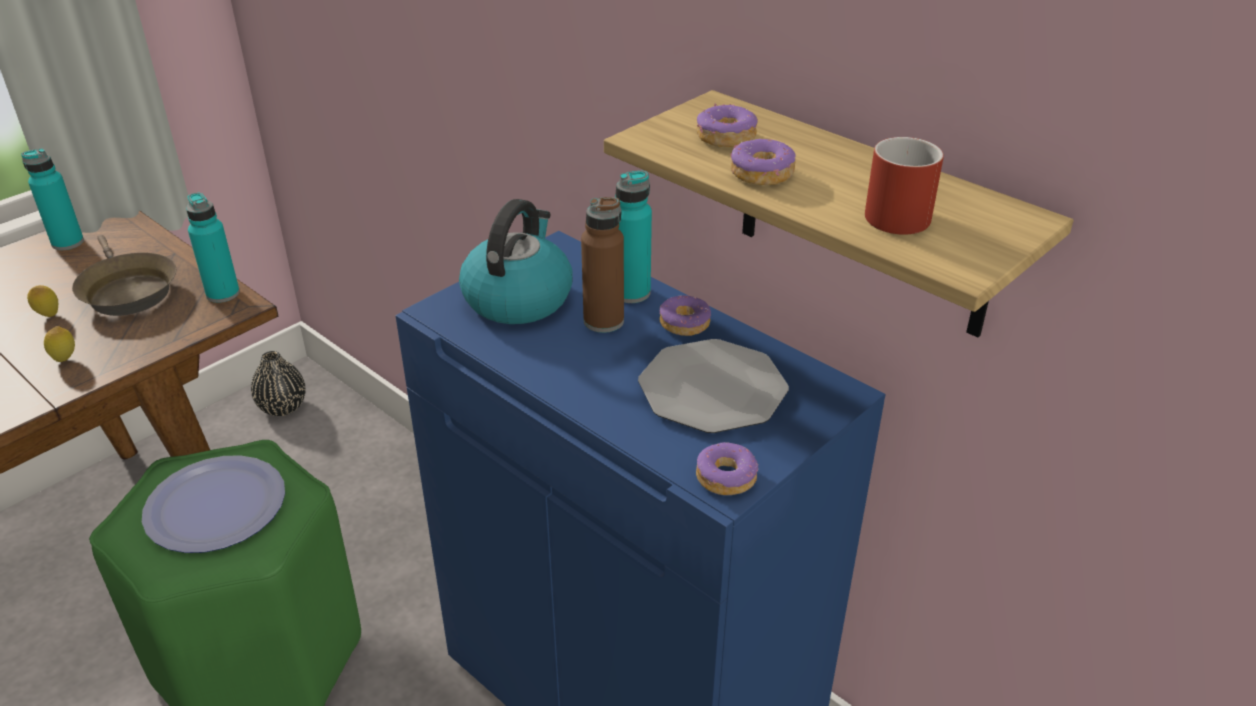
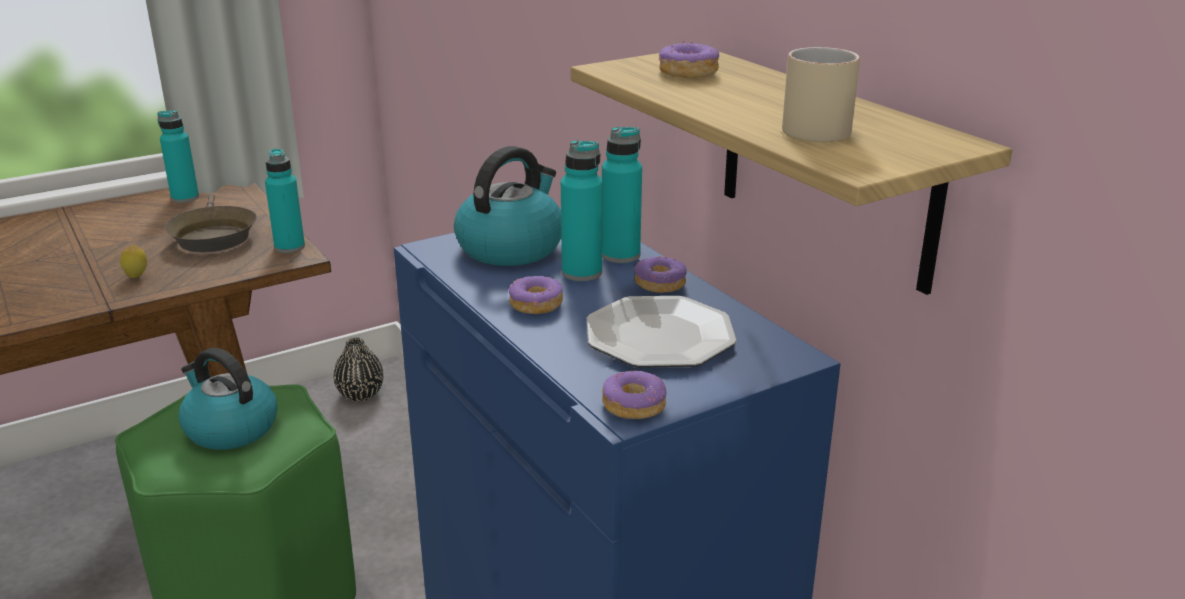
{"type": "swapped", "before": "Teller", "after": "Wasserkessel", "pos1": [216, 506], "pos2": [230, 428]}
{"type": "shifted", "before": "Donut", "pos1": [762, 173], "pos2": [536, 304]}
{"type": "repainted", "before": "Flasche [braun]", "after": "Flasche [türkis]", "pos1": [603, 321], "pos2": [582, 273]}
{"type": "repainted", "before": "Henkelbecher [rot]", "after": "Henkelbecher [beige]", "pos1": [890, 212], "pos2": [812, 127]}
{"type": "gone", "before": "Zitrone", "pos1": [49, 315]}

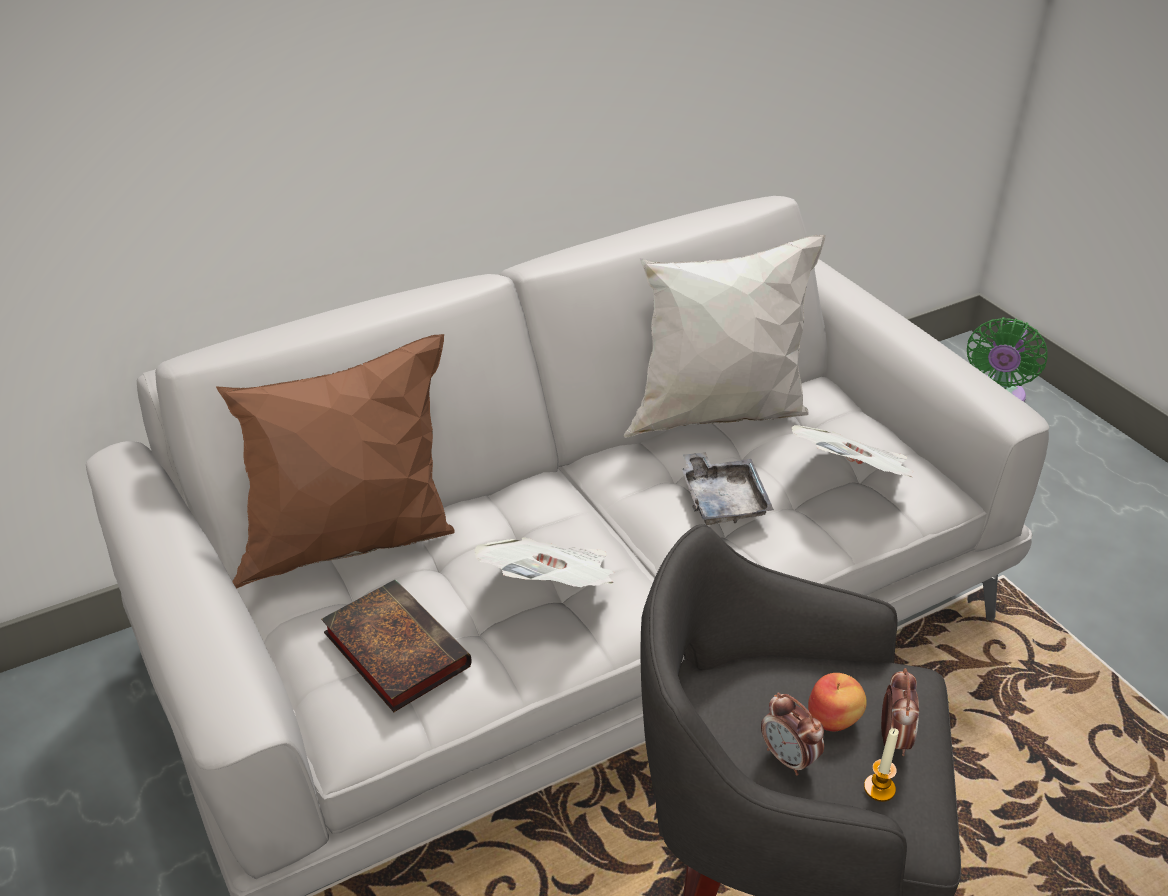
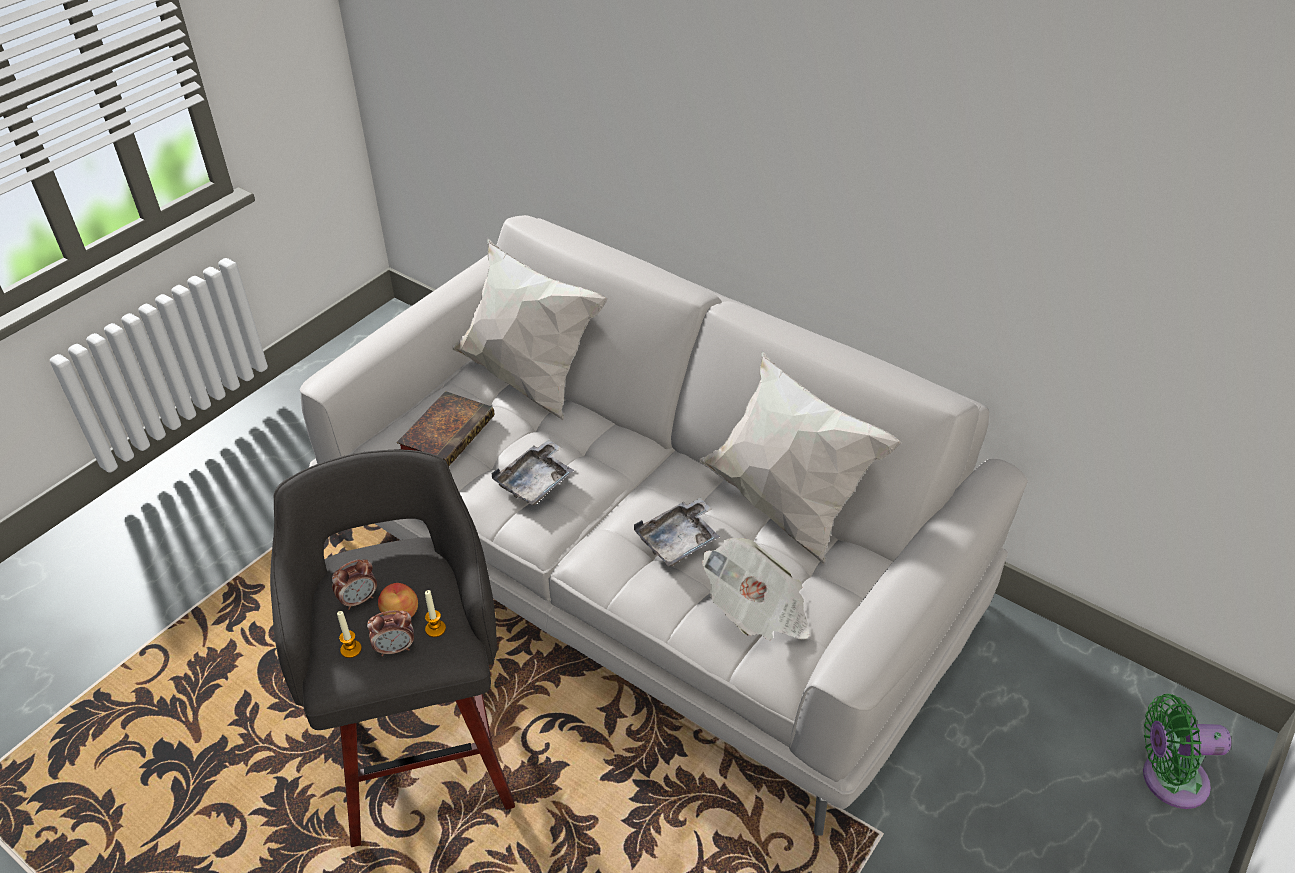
{"type": "rotated", "before": "Wecker", "pos1": [788, 758], "pos2": [359, 599], "turn": -150}
{"type": "new", "after": "Kerze", "pos2": [435, 629]}
{"type": "repainted", "before": "Kissen [braun]", "after": "Kissen [weiß]", "pos1": [353, 544], "pos2": [527, 382]}
{"type": "swapped", "before": "Zeitung", "after": "Tablett [grau]", "pos1": [552, 588], "pos2": [536, 482]}

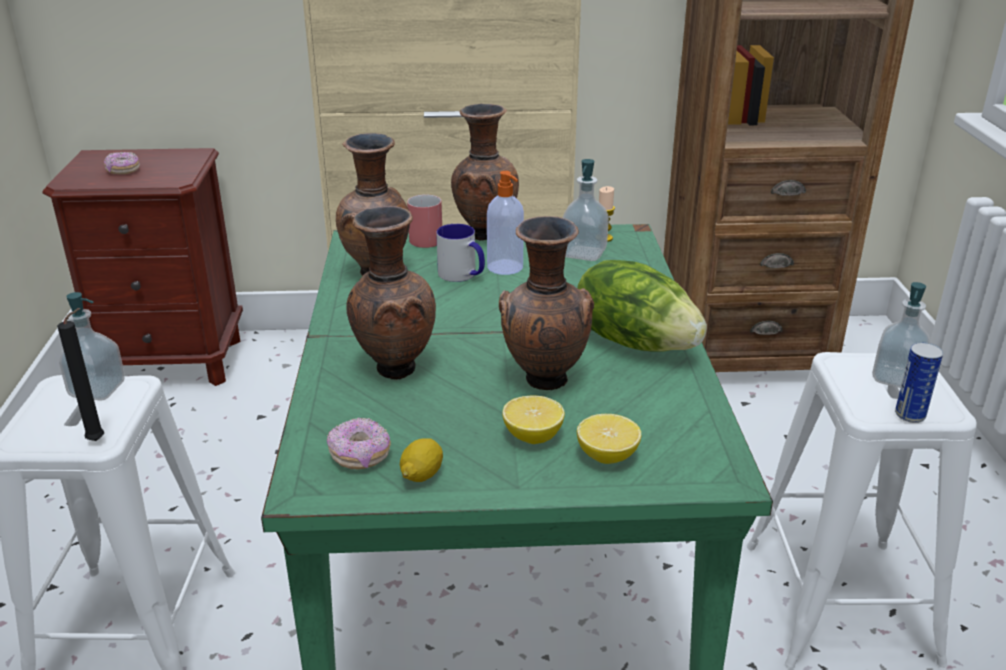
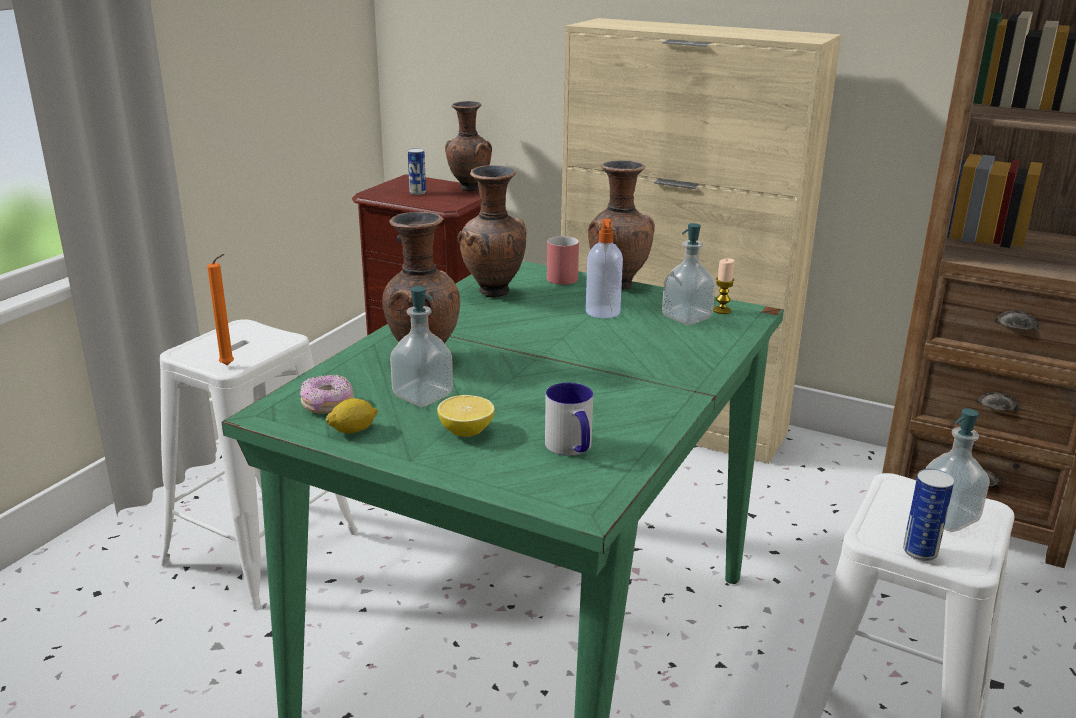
{"type": "repainted", "before": "Kerze [schwarz]", "after": "Kerze [orange]", "pos1": [99, 440], "pos2": [229, 365]}
{"type": "shifted", "before": "Seifenspender", "pos1": [97, 390], "pos2": [422, 396]}
{"type": "swapped", "before": "Donut", "after": "Dose", "pos1": [123, 170], "pos2": [417, 192]}
{"type": "shifted", "before": "Vase [braun]", "pos1": [543, 382], "pos2": [468, 189]}
{"type": "shifted", "before": "Henkelbecher", "pos1": [462, 275], "pos2": [572, 448]}
{"type": "gone", "before": "Salatkopf", "pos1": [635, 341]}
{"type": "gone", "before": "Zitrone", "pos1": [607, 456]}

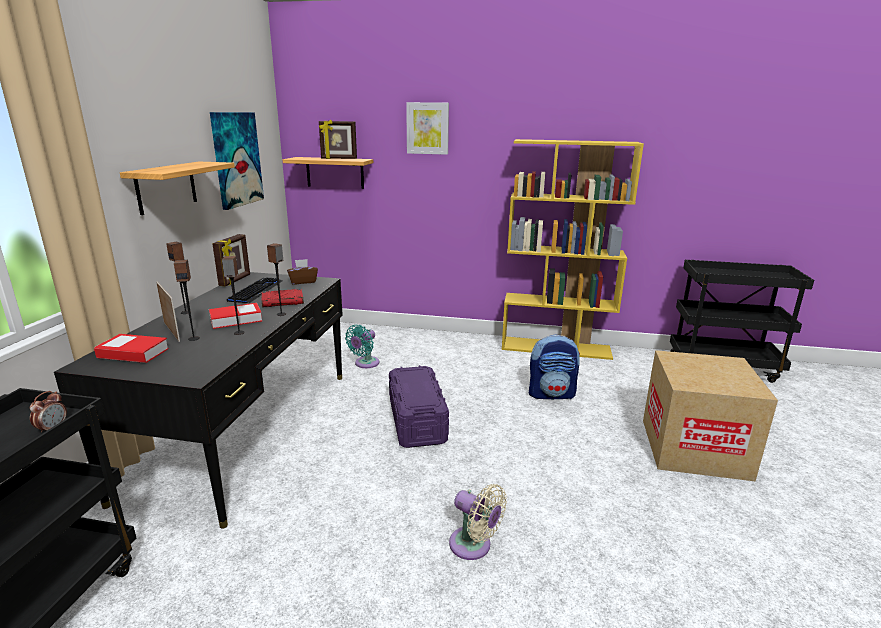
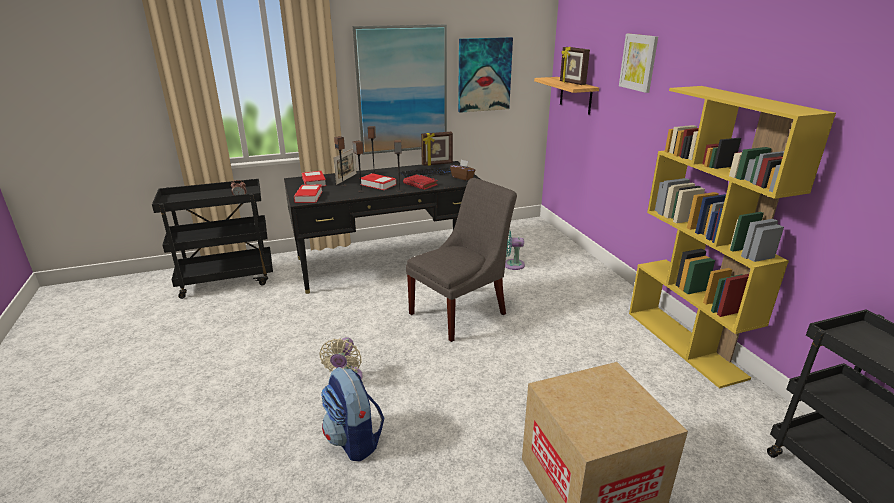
{"type": "new", "after": "Buch", "pos2": [308, 196]}
{"type": "shifted", "before": "Rucksack", "pos1": [551, 394], "pos2": [354, 440]}
{"type": "swapped", "before": "Wandregal", "after": "Bild", "pos1": [166, 187], "pos2": [402, 90]}
{"type": "swapped", "before": "Aufbewahrungsbox [lila]", "after": "Stuhl [grau]", "pos1": [417, 420], "pos2": [461, 312]}

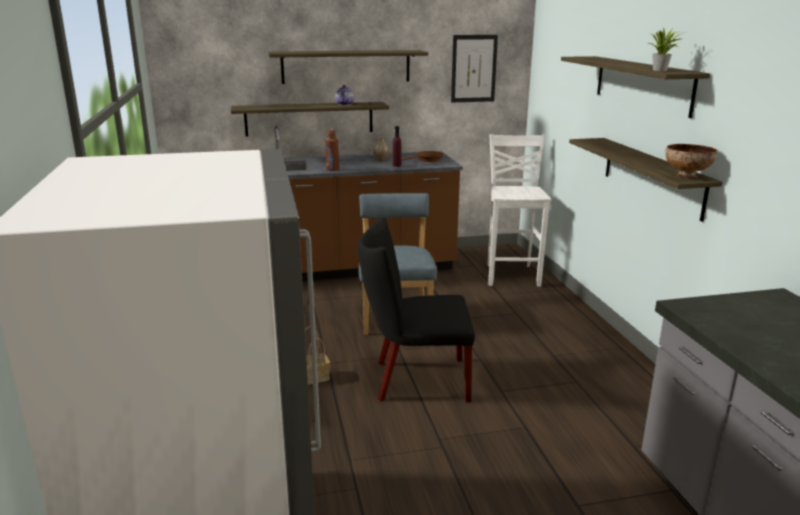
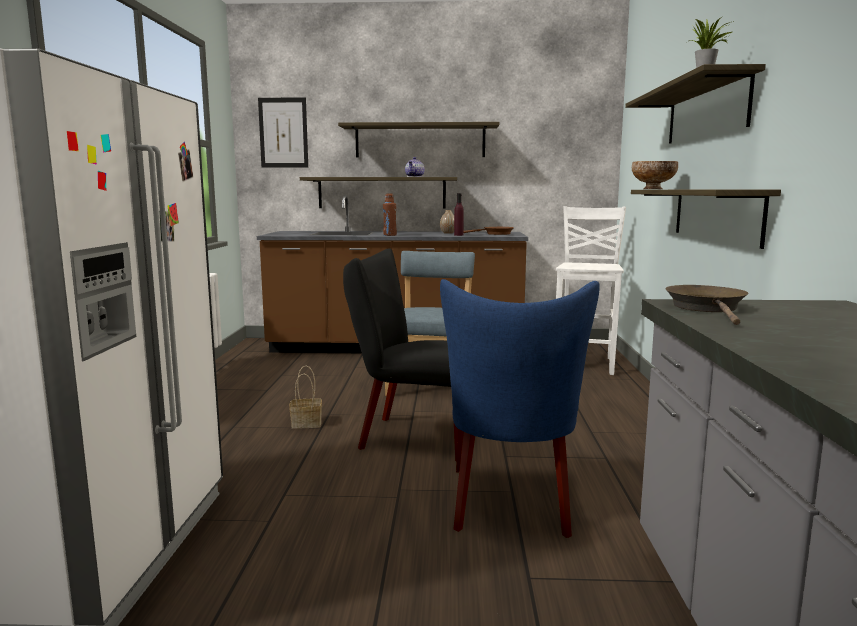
{"type": "shifted", "before": "Bild", "pos1": [473, 68], "pos2": [283, 133]}
{"type": "new", "after": "Stuhl [blau]", "pos2": [511, 505]}
{"type": "shifted", "before": "Schüssel", "pos1": [686, 176], "pos2": [652, 189]}
{"type": "new", "after": "Pfanne [braun]", "pos2": [707, 308]}

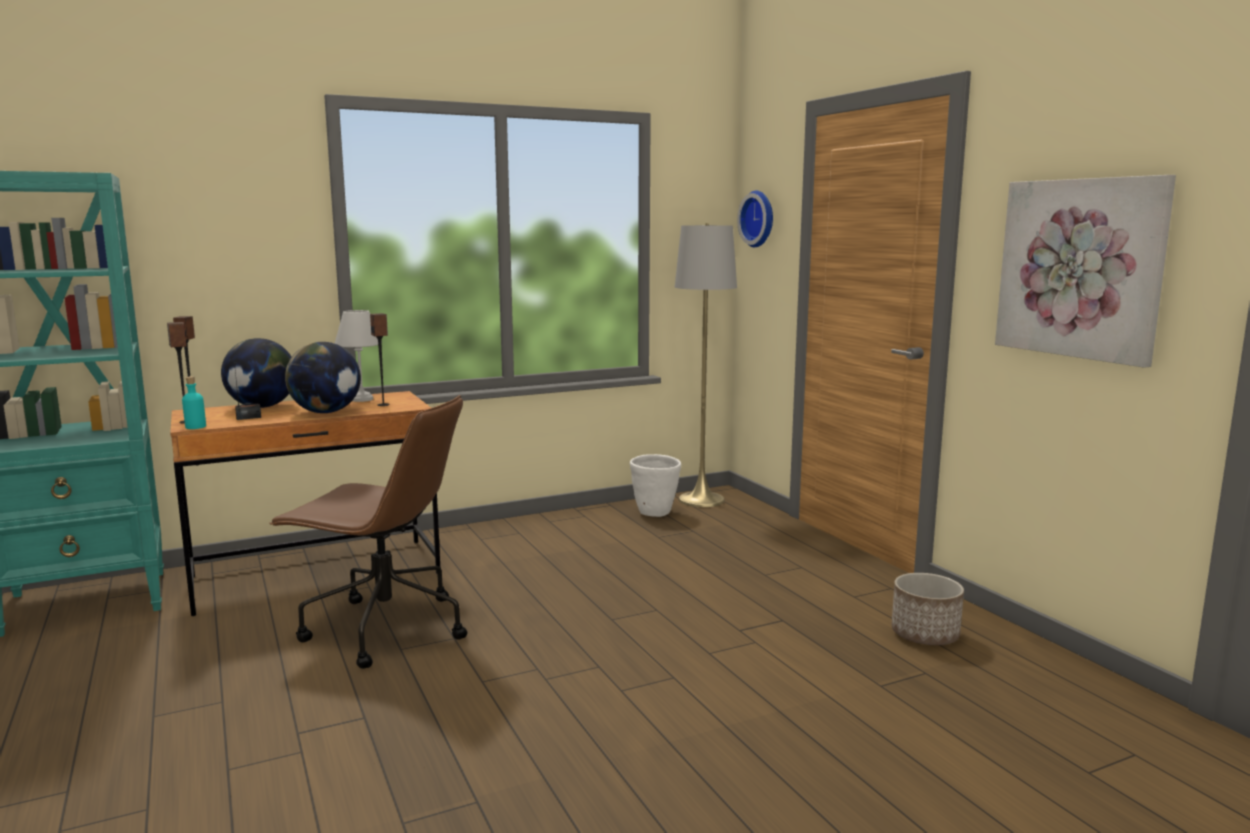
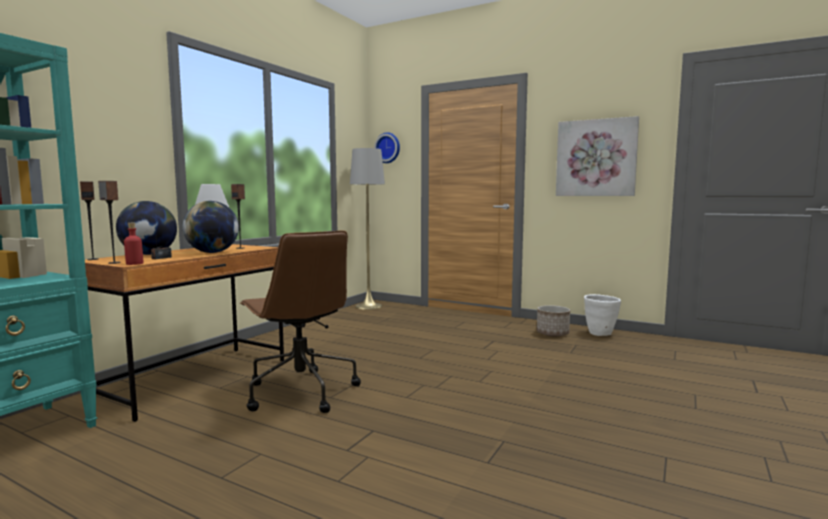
{"type": "repainted", "before": "Flasche [türkis]", "after": "Flasche [rot]", "pos1": [195, 427], "pos2": [134, 263]}
{"type": "rotated", "before": "Bürostuhl [braun]", "pos1": [383, 629], "pos2": [300, 391], "turn": 75}
{"type": "shifted", "before": "Pflanzkübel [weiß]", "pos1": [655, 513], "pos2": [600, 334]}

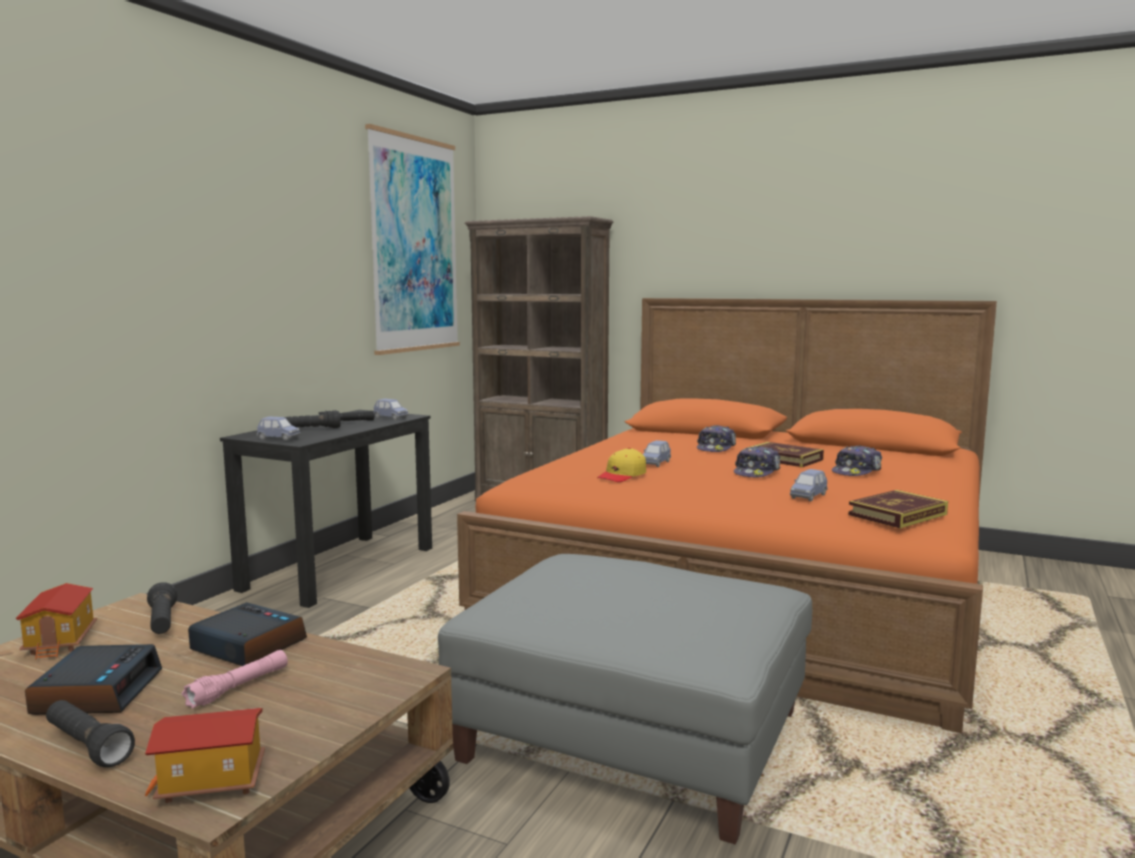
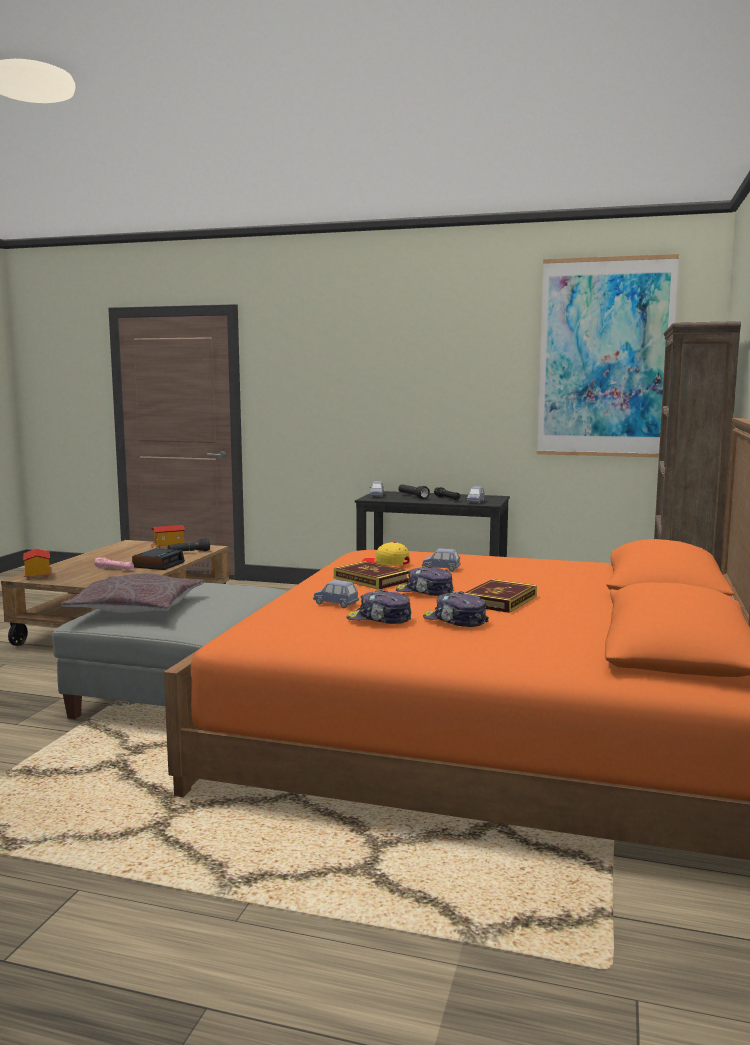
{"type": "new", "after": "Kissen [grau]", "pos2": [137, 608]}
{"type": "shifted", "before": "Buch", "pos1": [897, 514], "pos2": [371, 579]}
{"type": "shifted", "before": "Kappe", "pos1": [716, 448], "pos2": [379, 619]}
{"type": "gone", "before": "Wecker", "pos1": [97, 692]}
{"type": "gone", "before": "Taschenlampe [schwarz]", "pos1": [87, 747]}

